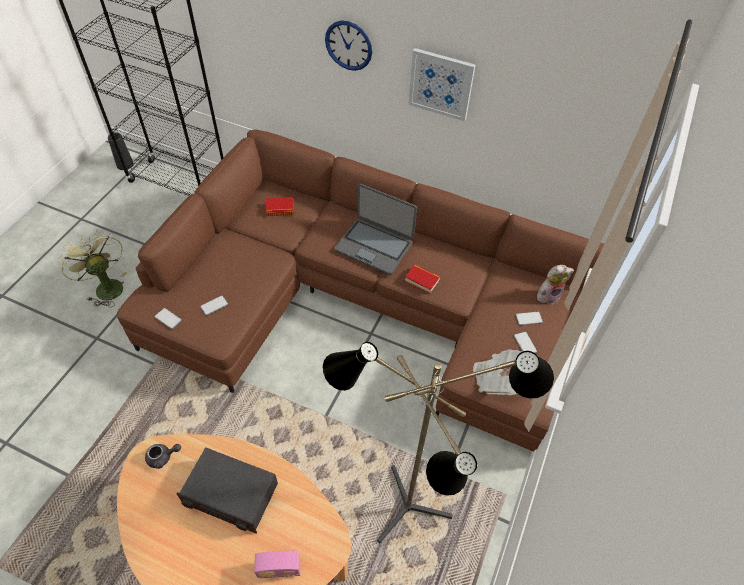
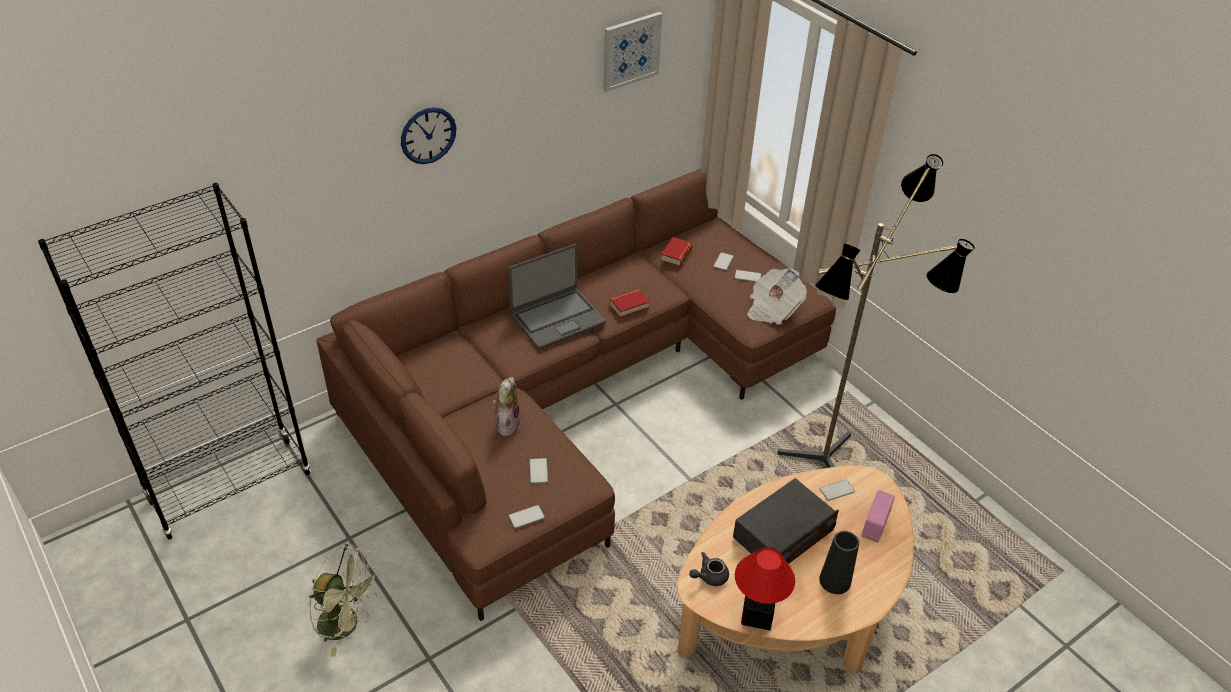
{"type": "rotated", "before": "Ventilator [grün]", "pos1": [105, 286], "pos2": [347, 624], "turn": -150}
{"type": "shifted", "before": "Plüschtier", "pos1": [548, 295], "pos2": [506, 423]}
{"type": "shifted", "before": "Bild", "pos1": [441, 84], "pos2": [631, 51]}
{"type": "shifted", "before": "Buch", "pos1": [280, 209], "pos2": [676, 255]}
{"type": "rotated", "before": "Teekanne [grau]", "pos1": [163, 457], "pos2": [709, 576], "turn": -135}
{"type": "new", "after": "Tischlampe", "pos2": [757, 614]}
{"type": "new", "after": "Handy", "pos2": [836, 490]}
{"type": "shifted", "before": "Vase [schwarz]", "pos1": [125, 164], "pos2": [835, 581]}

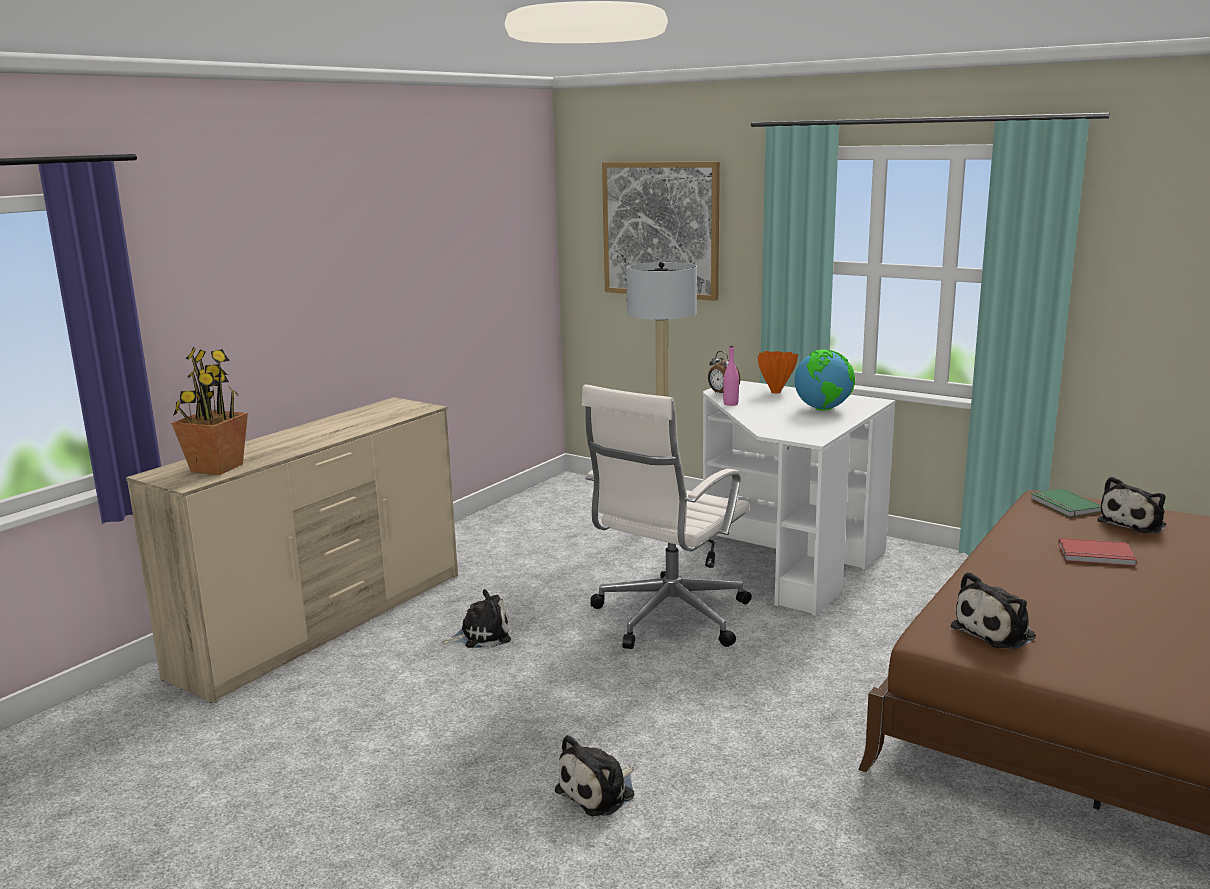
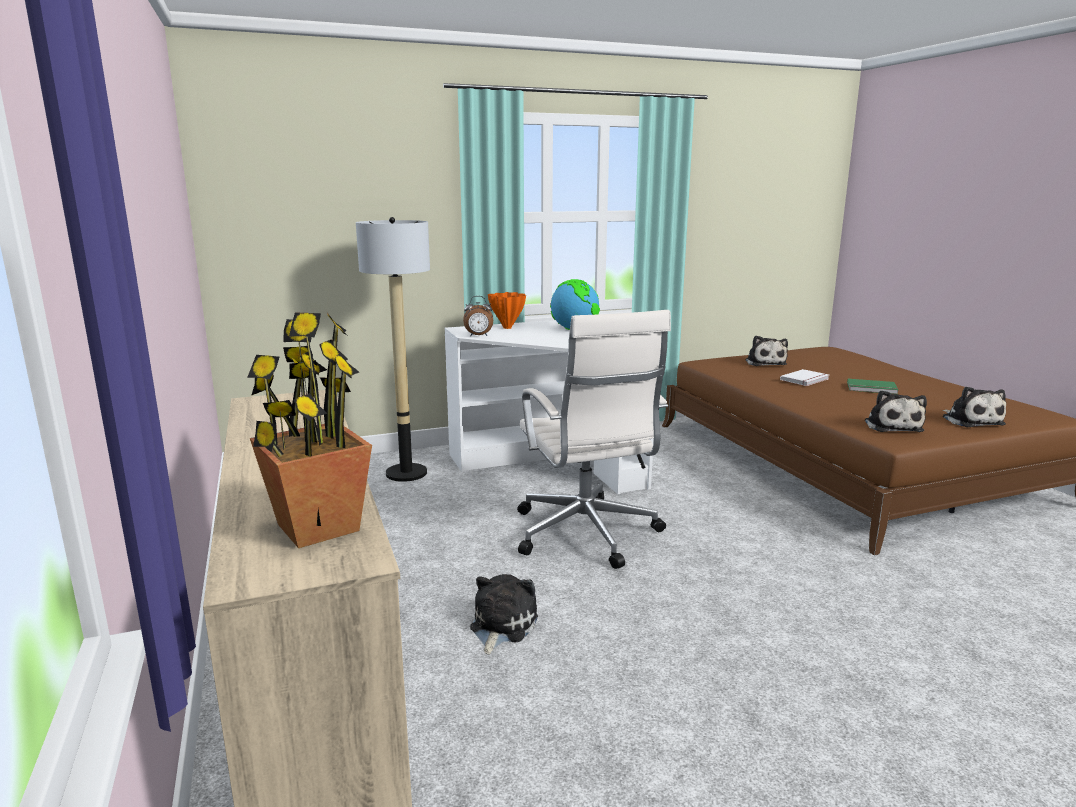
{"type": "repainted", "before": "Buch [rot]", "after": "Buch [weiß]", "pos1": [1096, 555], "pos2": [806, 380]}
{"type": "shifted", "before": "Buch [grün]", "pos1": [1064, 505], "pos2": [872, 389]}
{"type": "shifted", "before": "Plüschtier", "pos1": [599, 792], "pos2": [970, 421]}
{"type": "gone", "before": "Bild", "pos1": [661, 229]}
{"type": "gone", "before": "Flasche [rosa]", "pos1": [730, 404]}

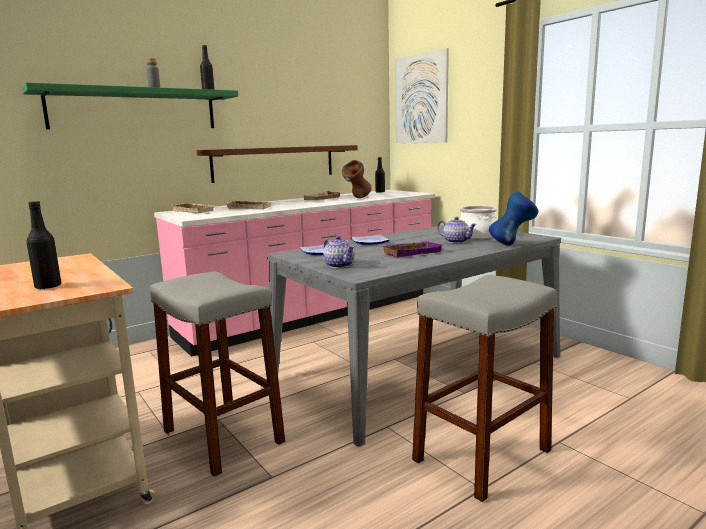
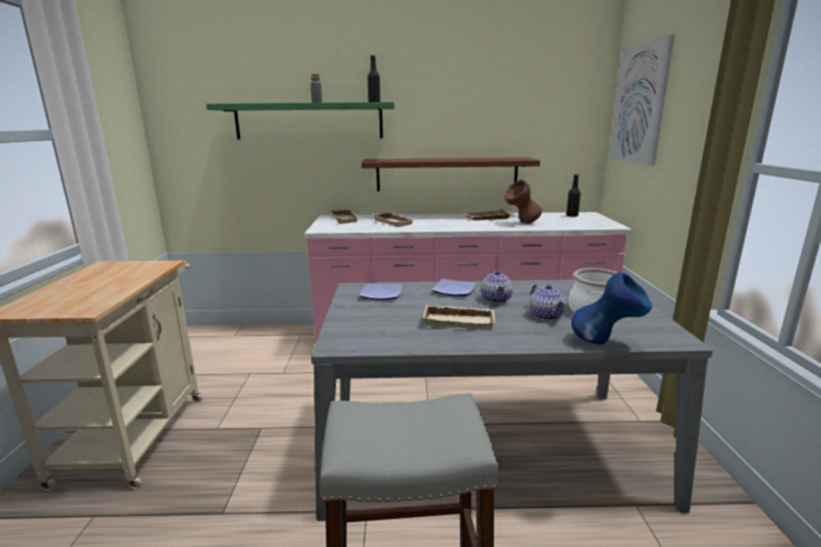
{"type": "repainted", "before": "Tablett [lila]", "after": "Tablett [beige]", "pos1": [411, 252], "pos2": [459, 321]}
{"type": "shifted", "before": "Teekanne", "pos1": [339, 265], "pos2": [496, 299]}
{"type": "gone", "before": "Flasche [schwarz]", "pos1": [48, 286]}
{"type": "gone", "before": "Hocker [grau]", "pos1": [223, 436]}

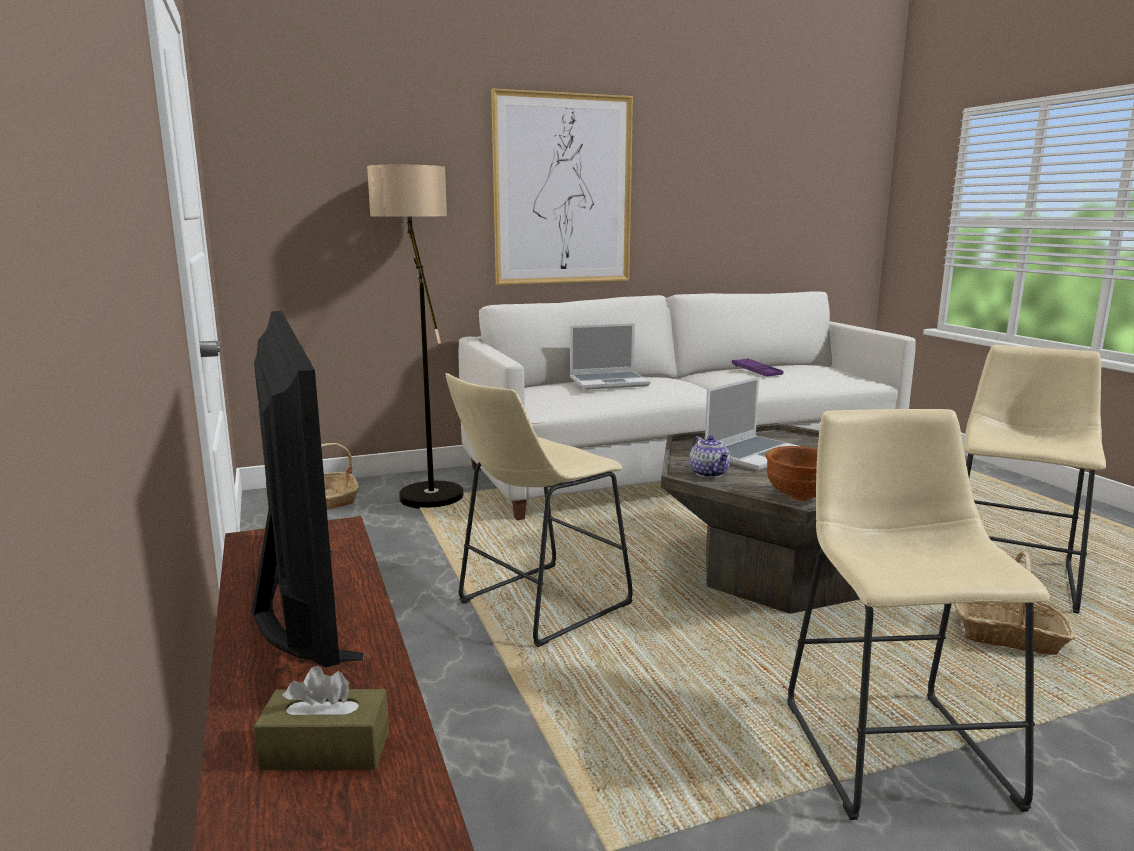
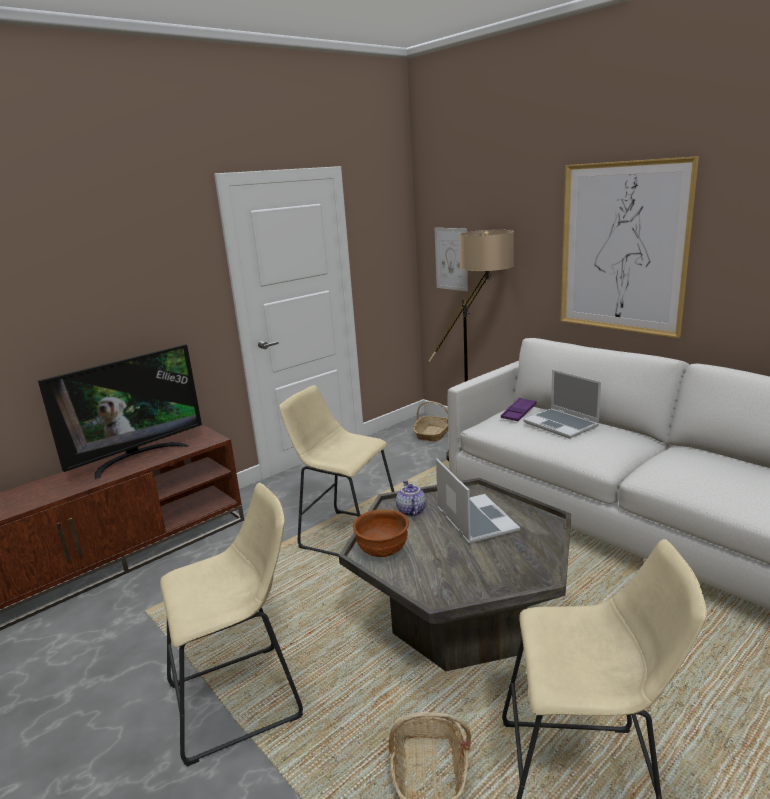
{"type": "rotated", "before": "Teekanne", "pos1": [710, 473], "pos2": [410, 511], "turn": 120}
{"type": "new", "after": "Bild", "pos2": [451, 259]}
{"type": "rotated", "before": "Laptop", "pos1": [754, 454], "pos2": [475, 520], "turn": -135}
{"type": "shifted", "before": "Tablett [lila]", "pos1": [756, 371], "pos2": [518, 413]}
{"type": "gone", "before": "Taschentuchbox [braun]", "pos1": [326, 750]}

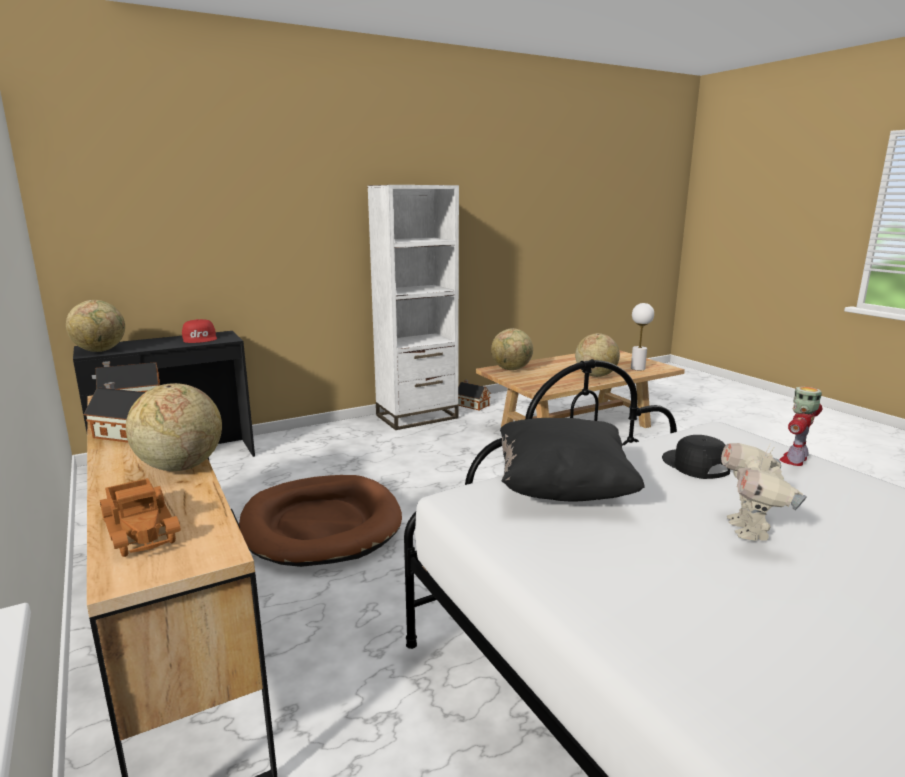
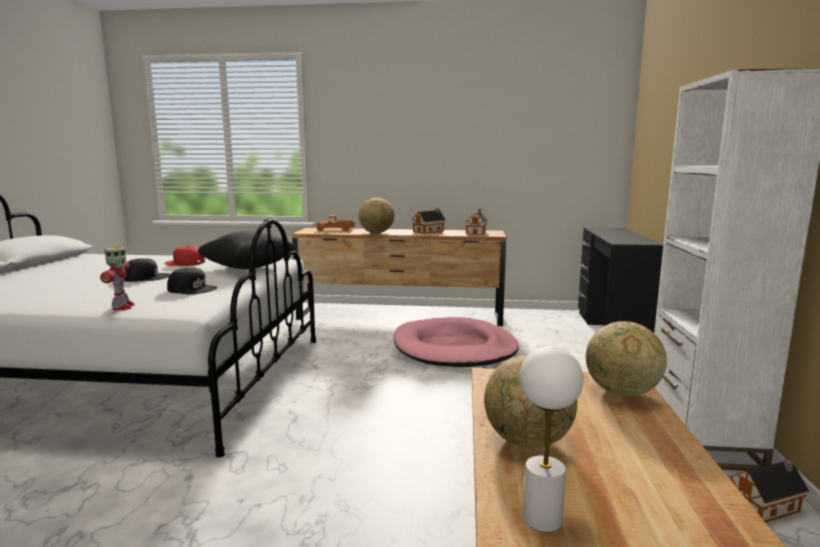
{"type": "swapped", "before": "Spielzeugroboter", "after": "Kappe [schwarz]", "pos1": [750, 530], "pos2": [146, 277]}
{"type": "shifted", "before": "Kappe [rot]", "pos1": [200, 338], "pos2": [185, 263]}
{"type": "repainted", "before": "Hundebett [braun]", "after": "Hundebett [rosa]", "pos1": [321, 525], "pos2": [454, 348]}
{"type": "gone", "before": "Globus", "pos1": [100, 350]}

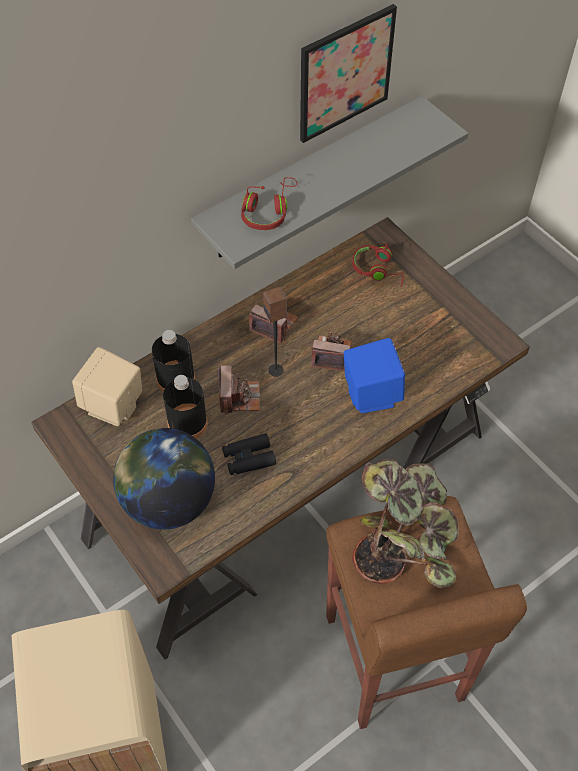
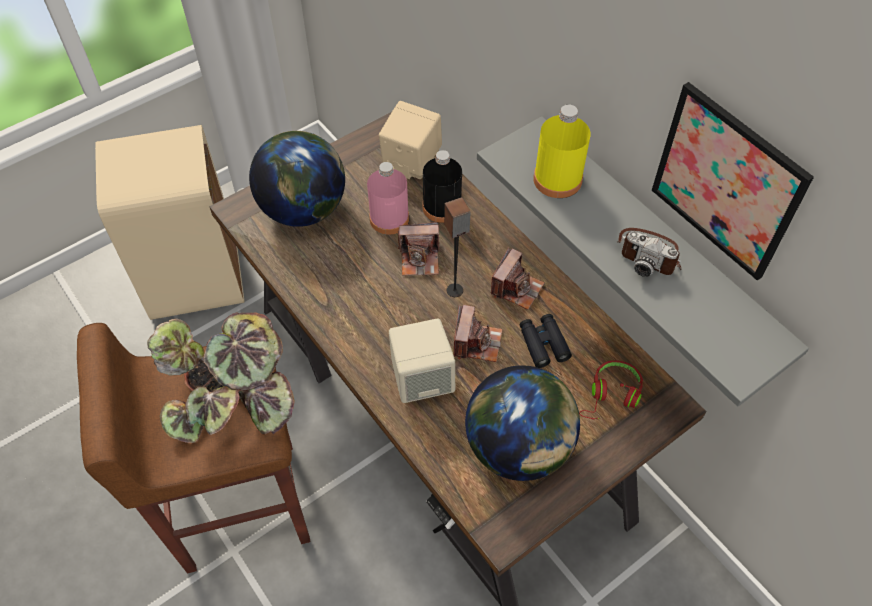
{"type": "repainted", "before": "Flasche [schwarz]", "after": "Flasche [rosa]", "pos1": [187, 423], "pos2": [389, 219]}
{"type": "repainted", "before": "Lautsprecher [blau]", "after": "Lautsprecher [beige]", "pos1": [371, 394], "pos2": [422, 380]}
{"type": "new", "after": "Globus", "pos2": [518, 447]}
{"type": "shifted", "before": "Fernglas [schwarz]", "pos1": [248, 458], "pos2": [543, 344]}
{"type": "swapped", "before": "Kopfhörer [rot]", "after": "Flasche [gelb]", "pos1": [268, 211], "pos2": [557, 179]}
{"type": "new", "after": "Kamera", "pos2": [649, 254]}

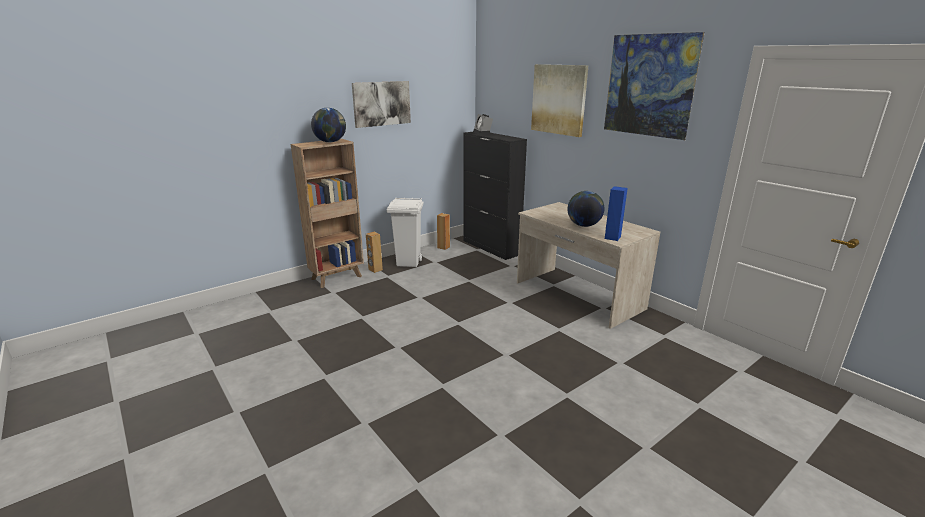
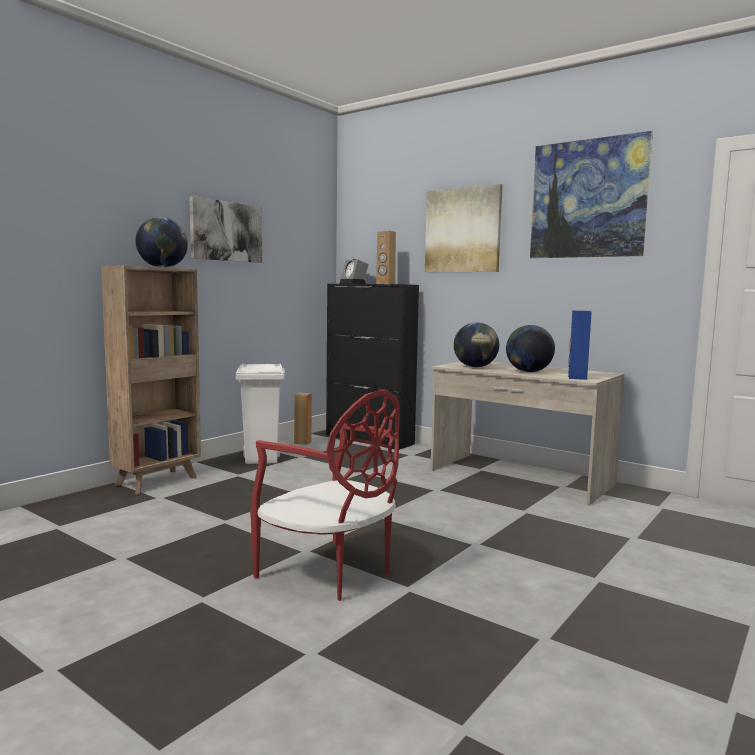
{"type": "new", "after": "Stuhl [rot]", "pos2": [330, 572]}
{"type": "shifted", "before": "Lautsprecher [braun]", "pos1": [375, 270], "pos2": [385, 283]}
{"type": "new", "after": "Globus", "pos2": [475, 367]}

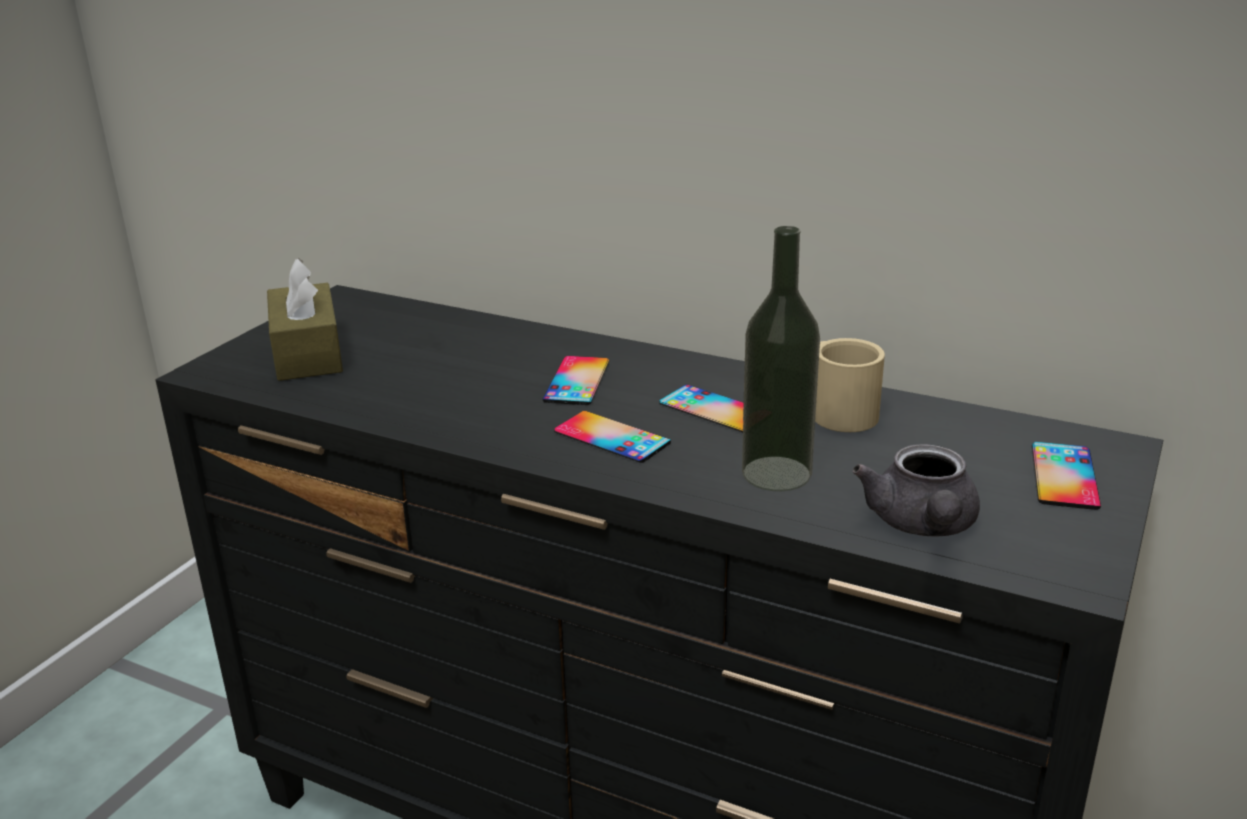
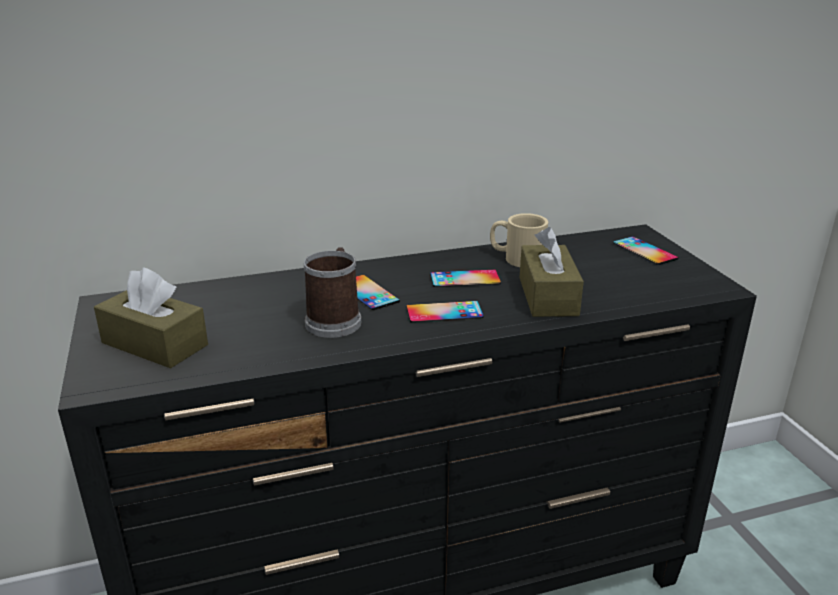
{"type": "new", "after": "Henkelbecher", "pos2": [335, 320]}
{"type": "swapped", "before": "Flasche", "after": "Taschentuchbox [braun]", "pos1": [776, 473], "pos2": [548, 296]}
{"type": "gone", "before": "Teekanne [grau]", "pos1": [922, 525]}

